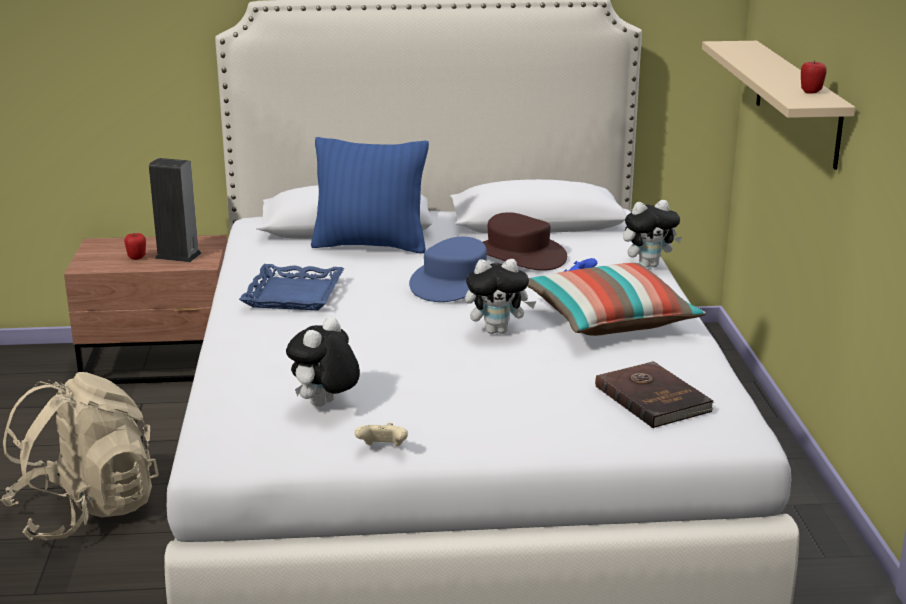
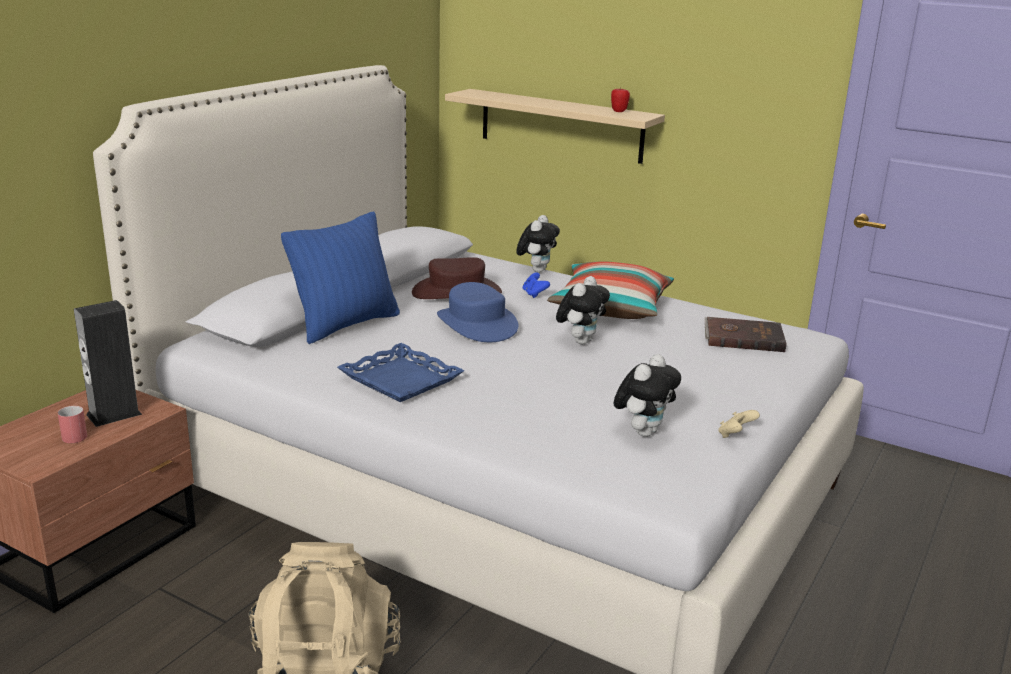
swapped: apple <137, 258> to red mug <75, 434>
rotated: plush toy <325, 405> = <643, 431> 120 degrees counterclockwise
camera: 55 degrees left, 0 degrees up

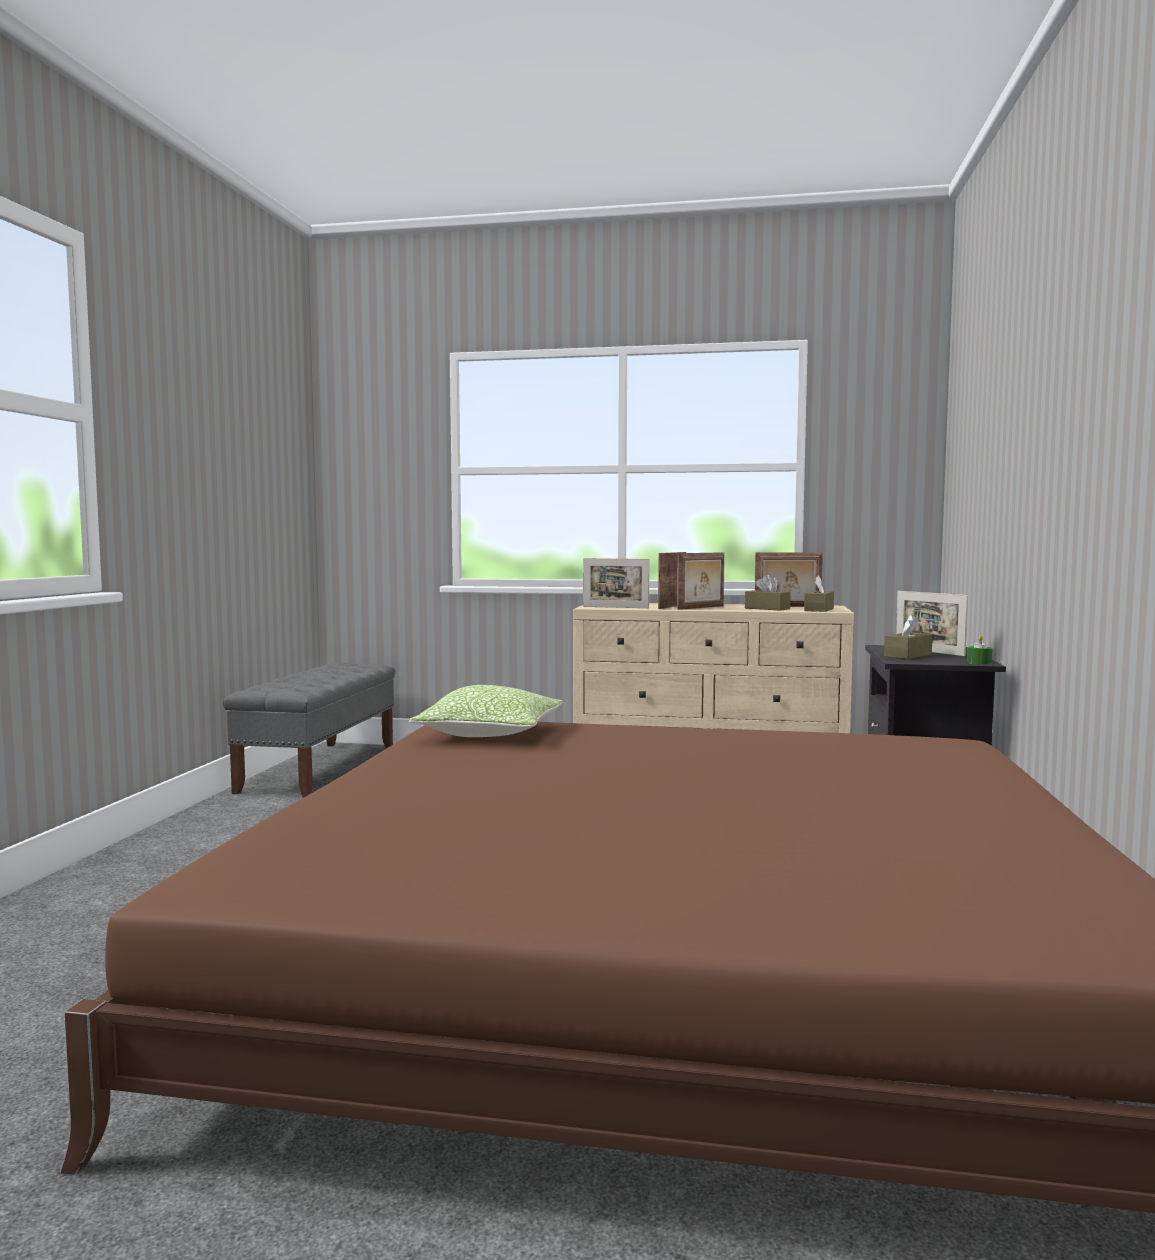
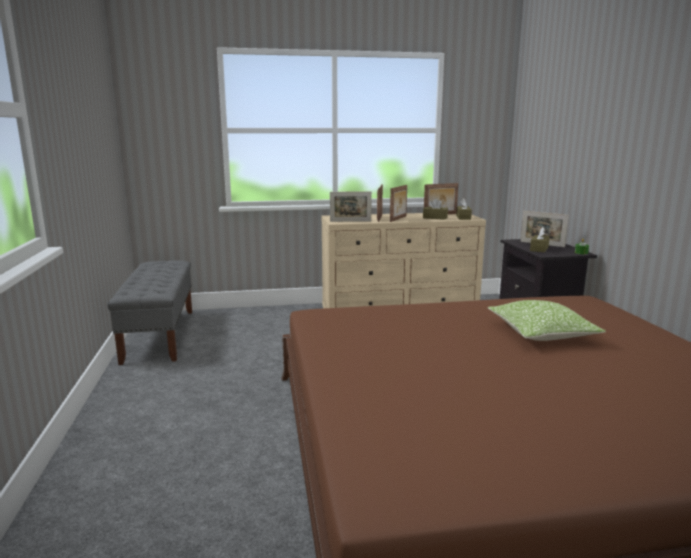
shifted: pillow <490, 733> to <541, 333>
camera: 20 degrees left, 10 degrees up

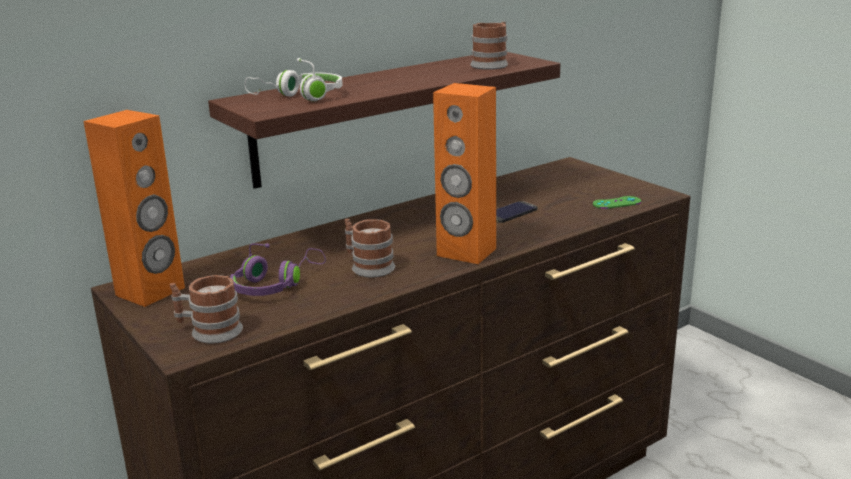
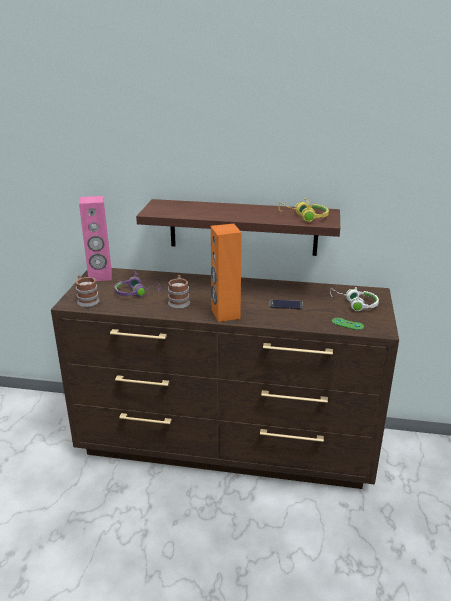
shifted: white headphones <300, 97> to <354, 304>
swapped: mug <492, 64> to yellow headphones <304, 217>
repainted: orange speaker <151, 292> to pink speaker <100, 276>
camera: 45 degrees right, 5 degrees up

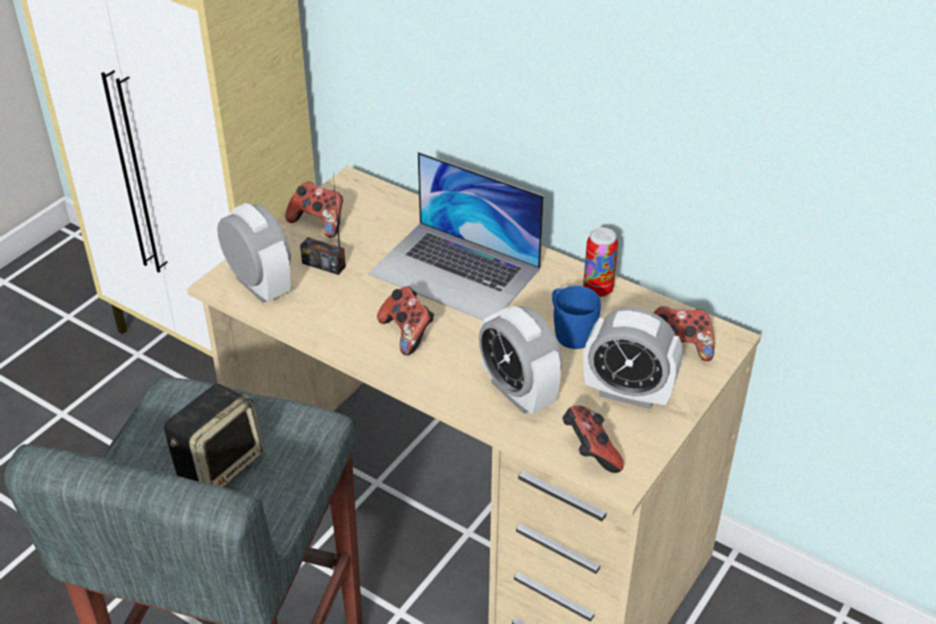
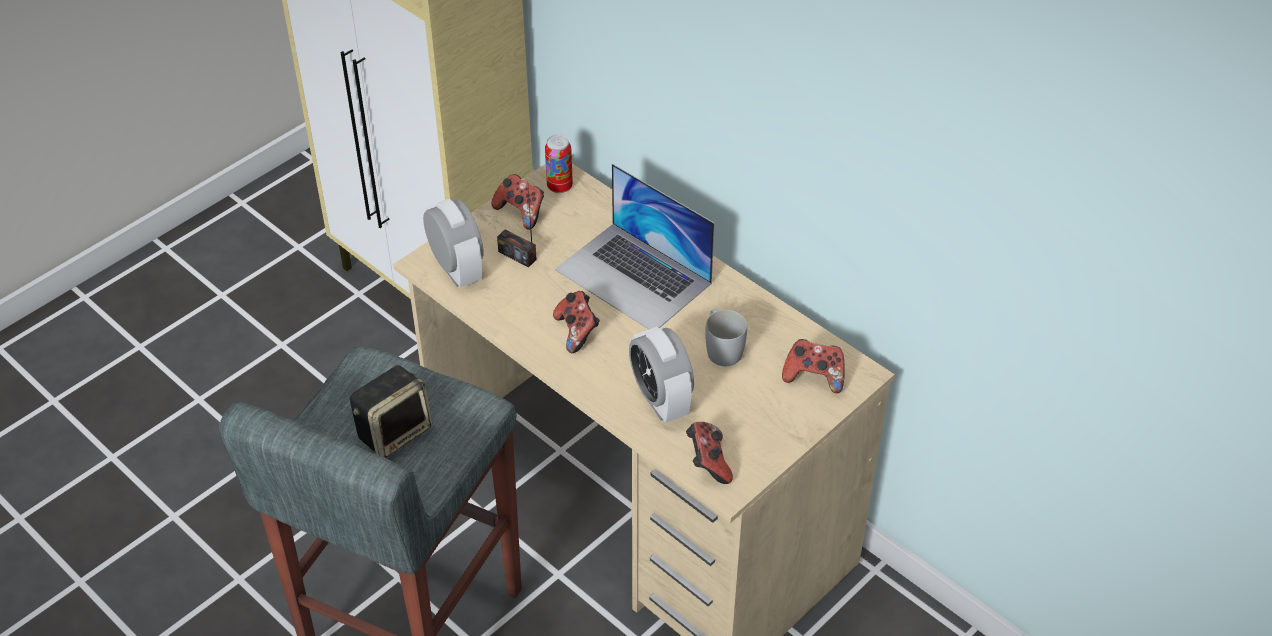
gone: alarm clock <628, 393>
shifted: can <598, 290> to <559, 186>
repainted: blue mug <569, 331> to white mug <721, 348>
camera: 10 degrees right, 5 degrees up

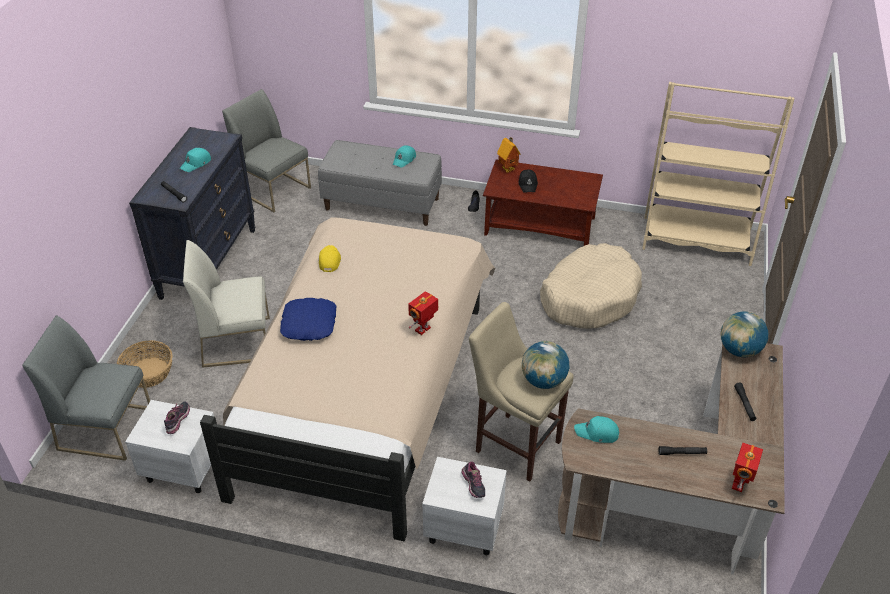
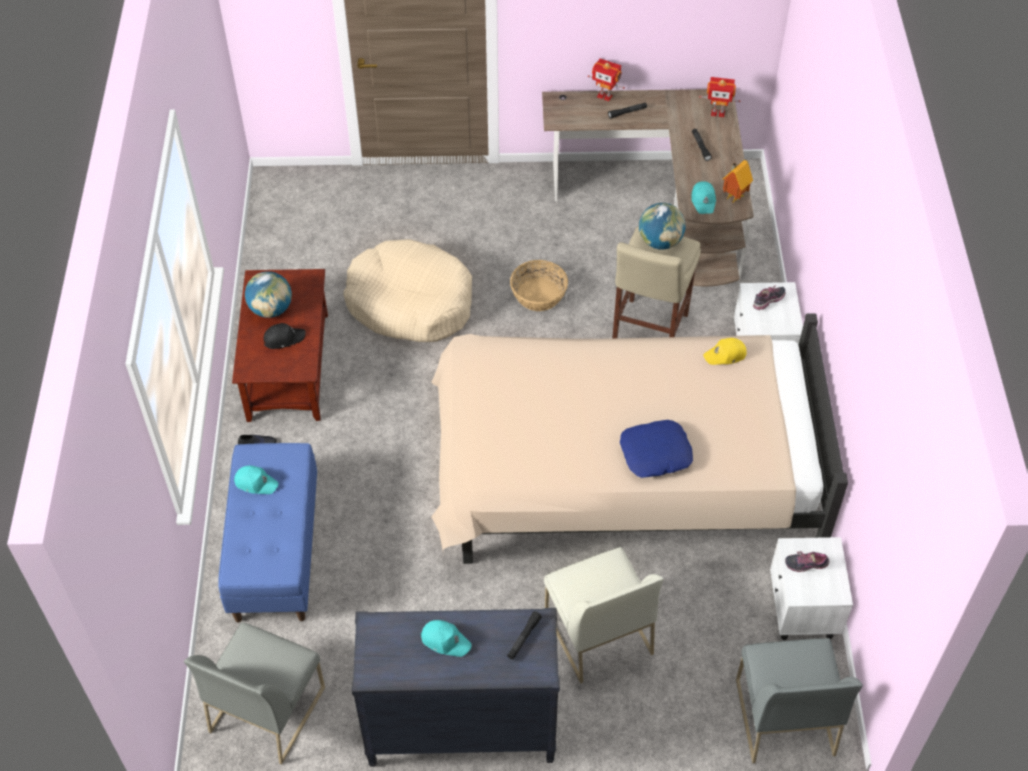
gone: beige bookcase <696, 241>
shifted: basket <148, 372> to <538, 295>; yellow cap <329, 261> to <725, 355>; toy robot <423, 330> to <605, 96>; toy house <508, 169> to <733, 196>; globe <739, 350> to <271, 309>
repainted: grey bench <382, 203> to blue bench <275, 551>
camera: 105 degrees left, 10 degrees up

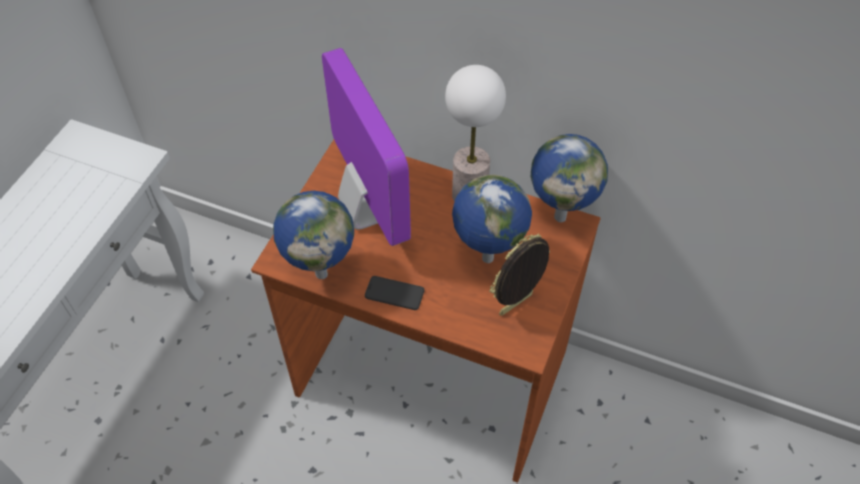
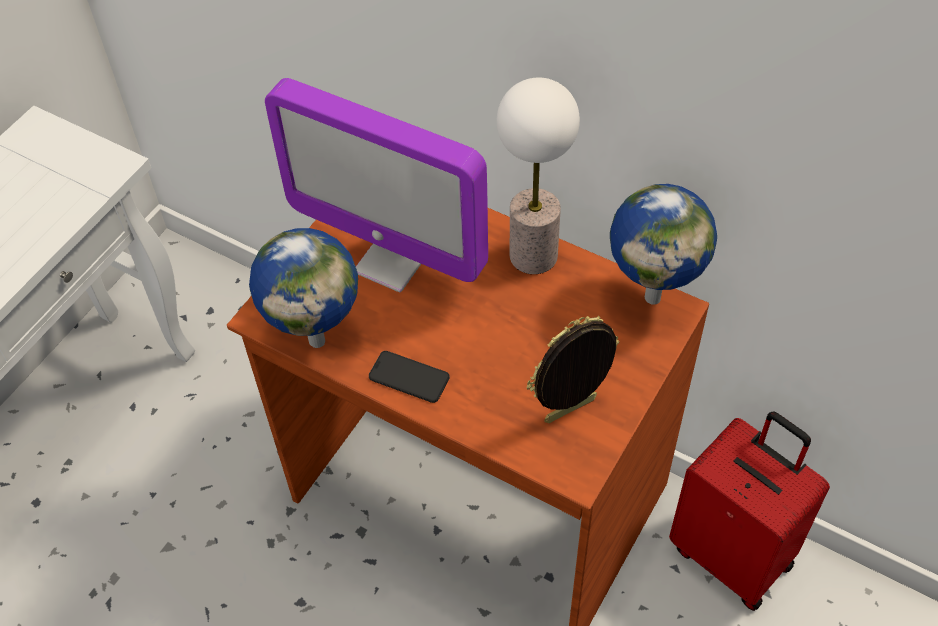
gone: globe <486, 258>
new: red suitcase <733, 554>
rotated: monitor <367, 210> = <392, 261> 135 degrees clockwise
camera: 10 degrees right, 0 degrees up

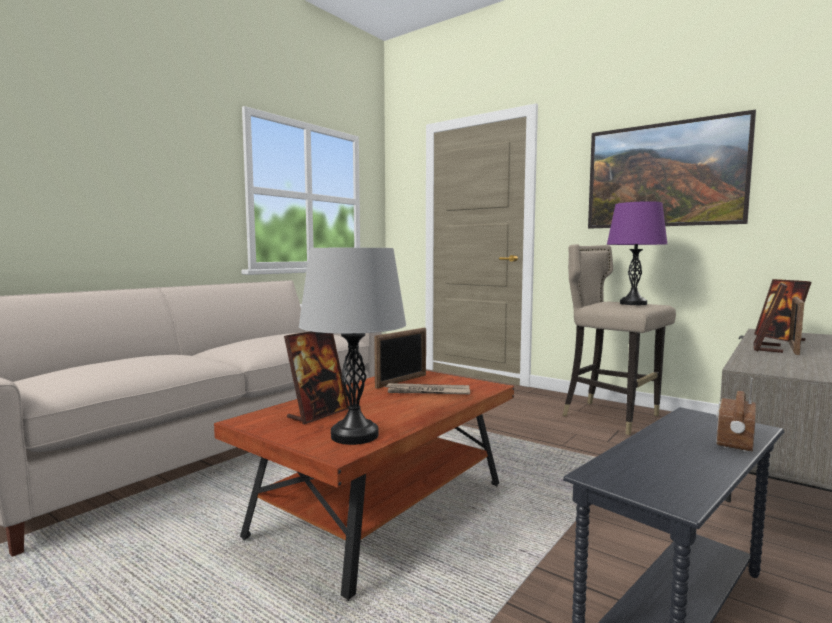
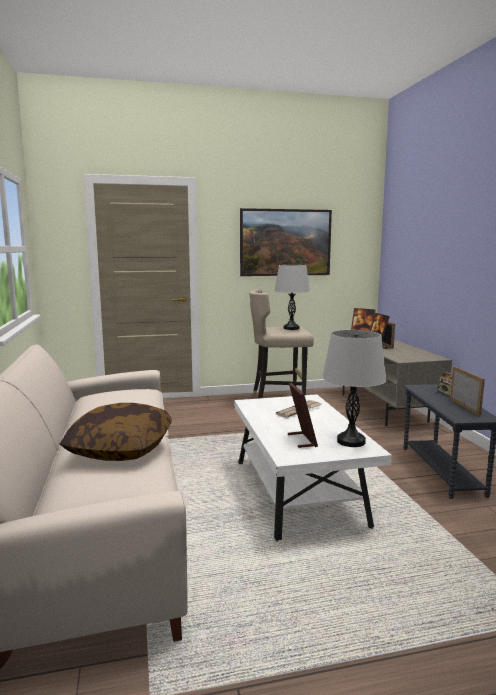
new: pillow <120, 448>
shifted: picture frame <402, 381> to <465, 407>
repainted: brown coffee table <383, 511> to white coffee table <298, 493>; purple table lamp <633, 304> to grey table lamp <291, 328>
camera: 50 degrees left, 5 degrees up

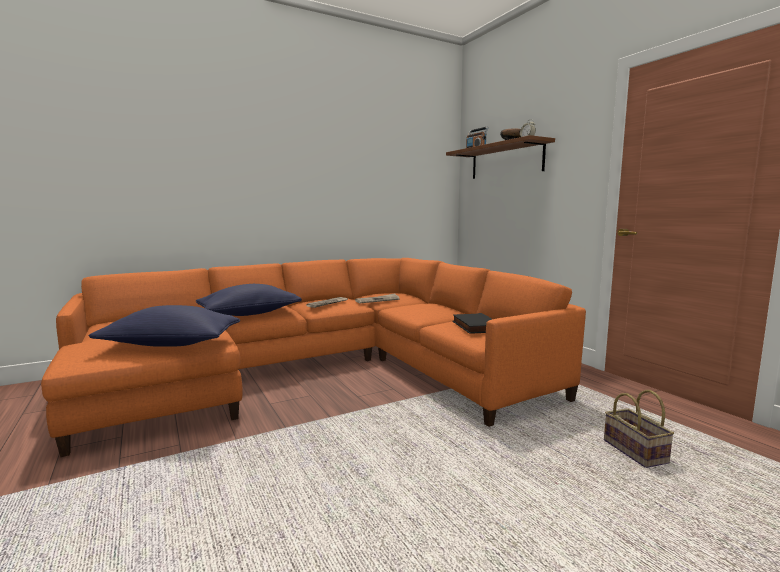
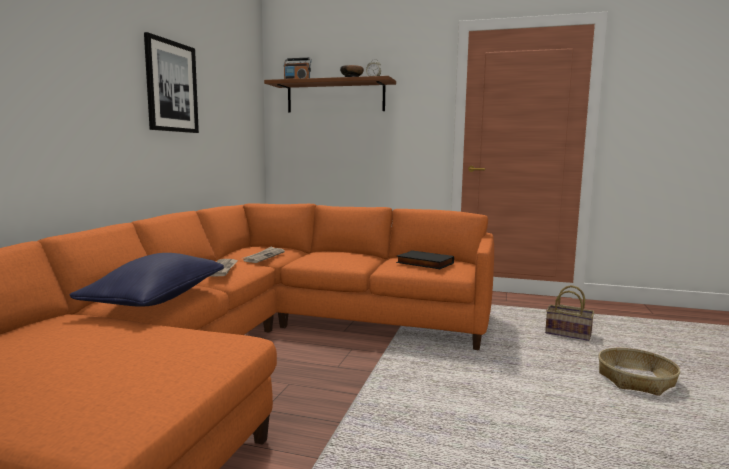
gone: blue pillow <171, 345>
new: picture <171, 86>; basket <636, 380>
camera: 45 degrees left, 0 degrees up

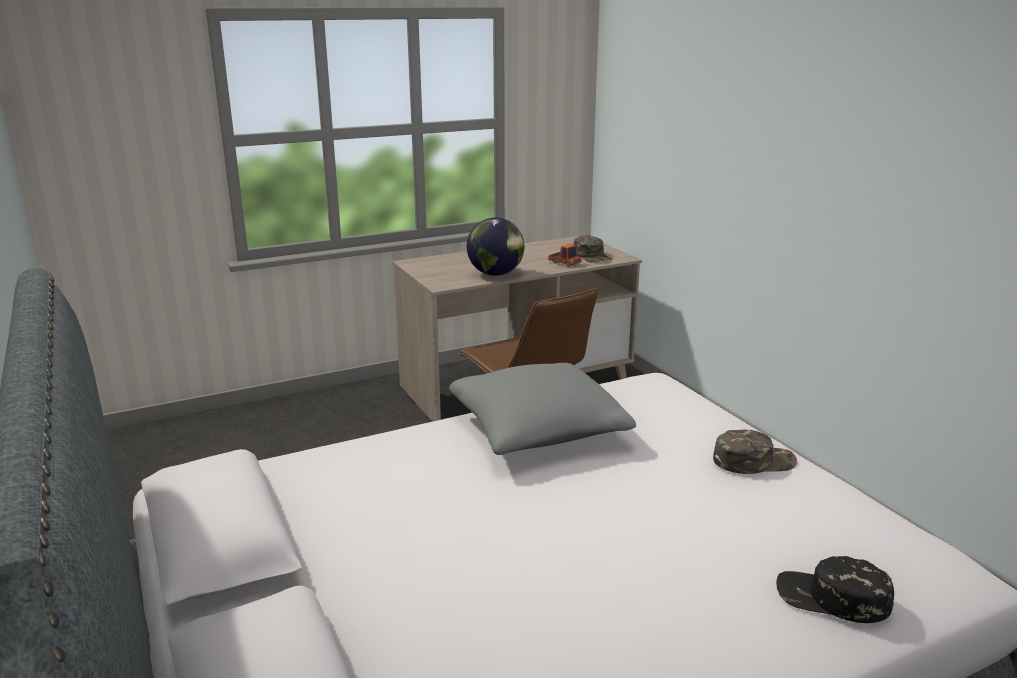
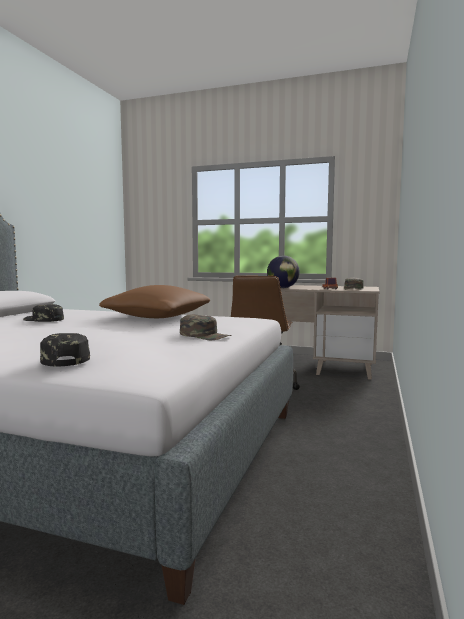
new: black cap <43, 320>
repainted: grey pillow <537, 429> to brown pillow <157, 317>
camera: 45 degrees right, 15 degrees down

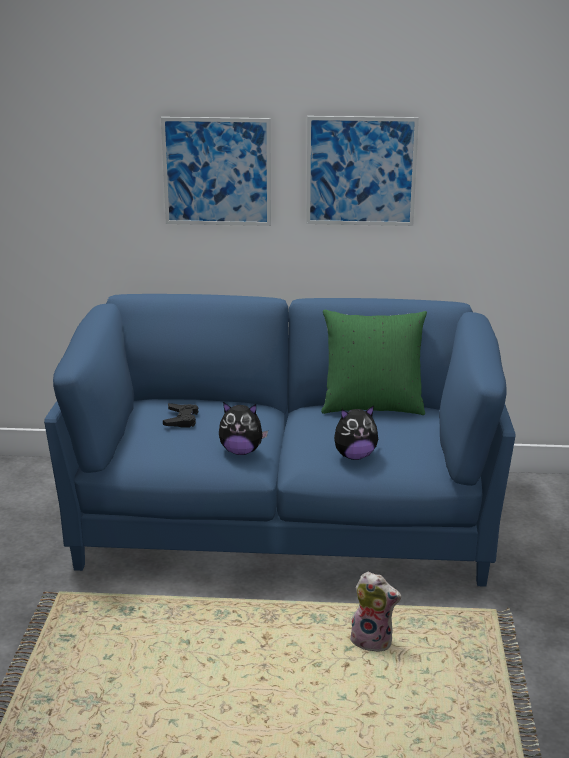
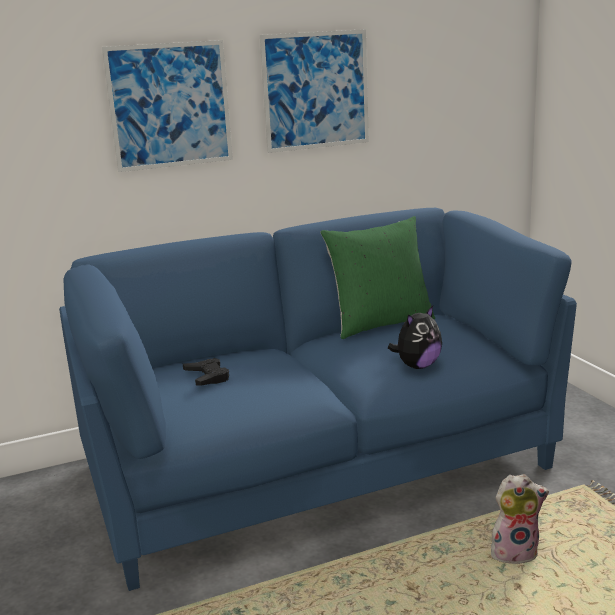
gone: plush toy <241, 451>
camera: 25 degrees left, 5 degrees down

